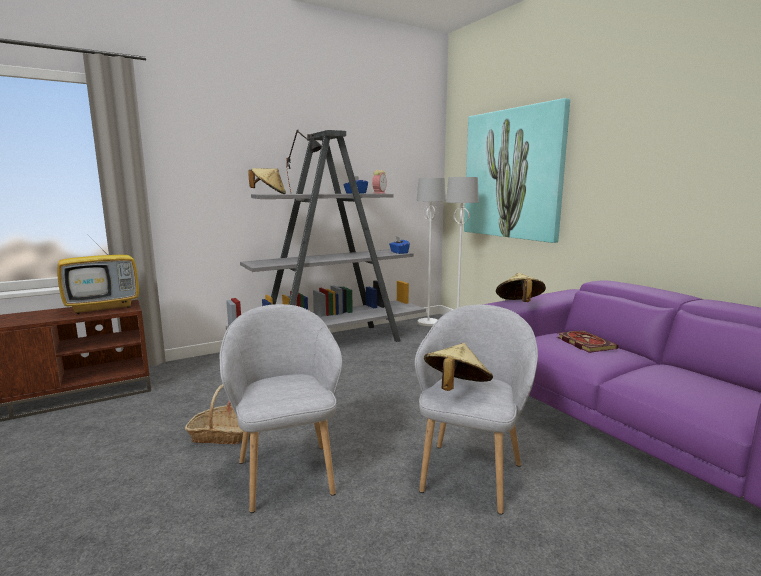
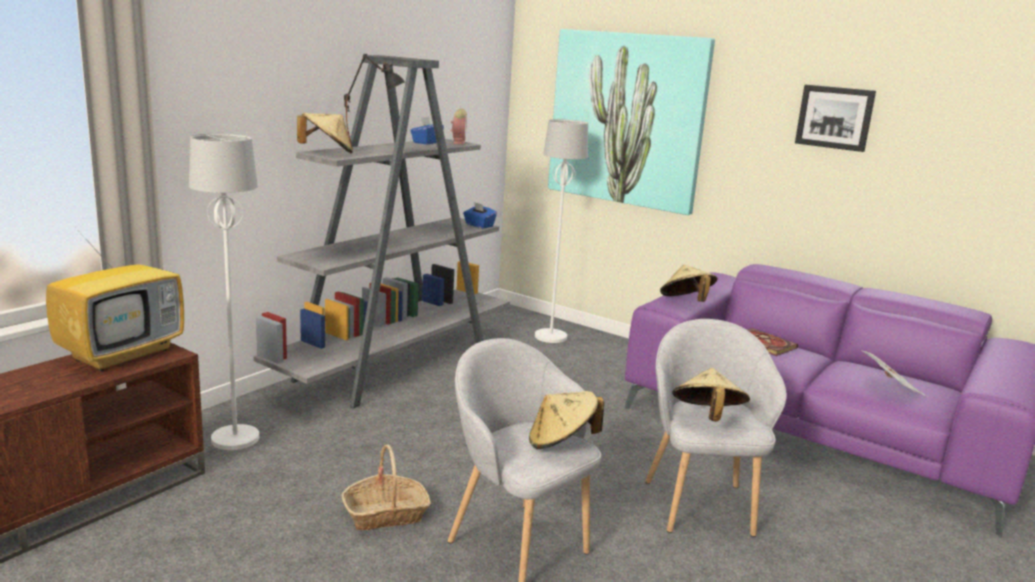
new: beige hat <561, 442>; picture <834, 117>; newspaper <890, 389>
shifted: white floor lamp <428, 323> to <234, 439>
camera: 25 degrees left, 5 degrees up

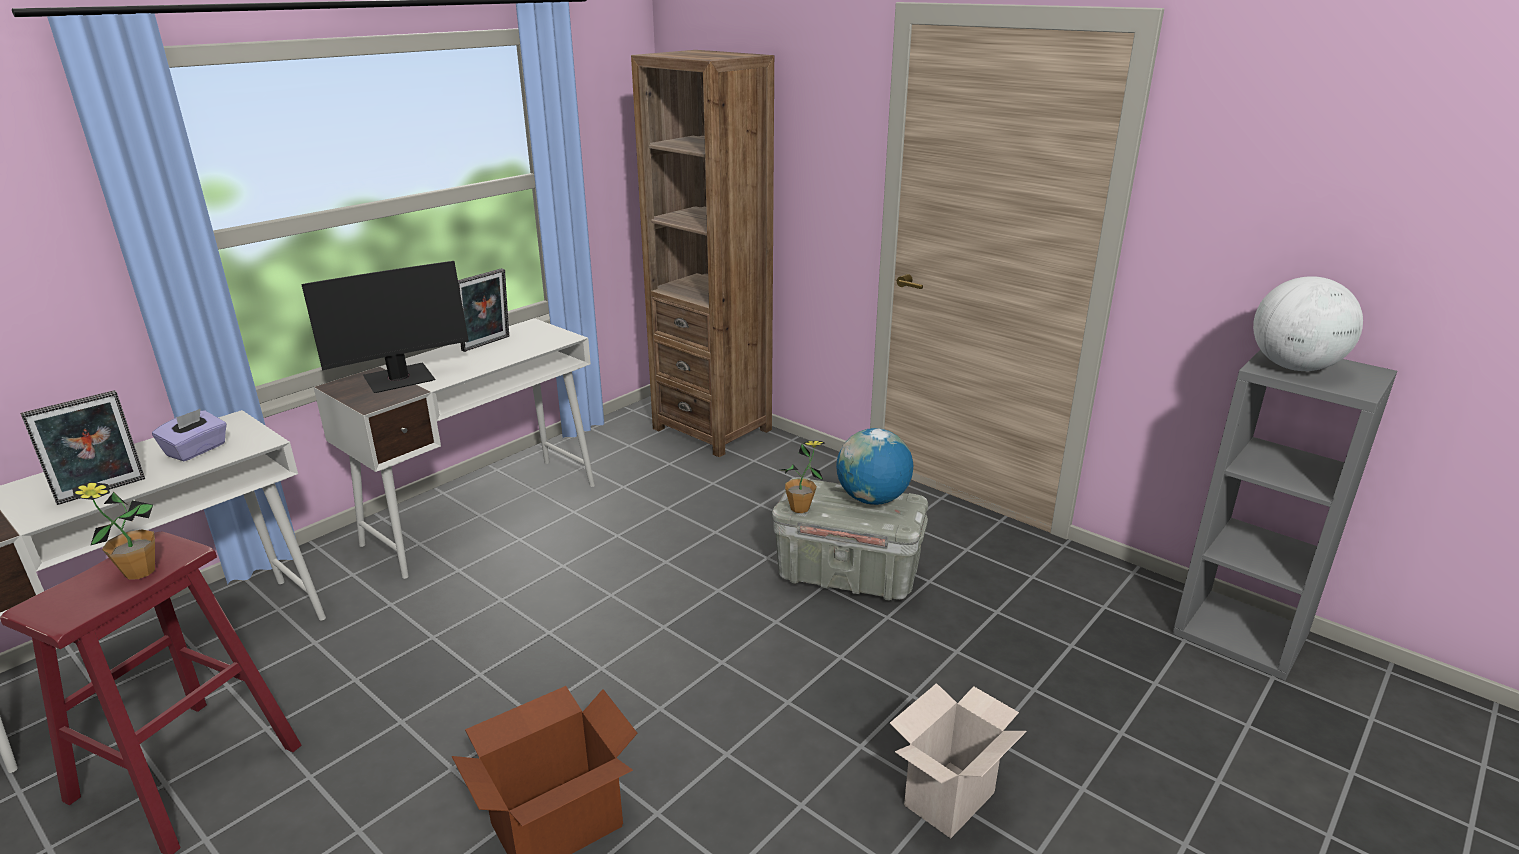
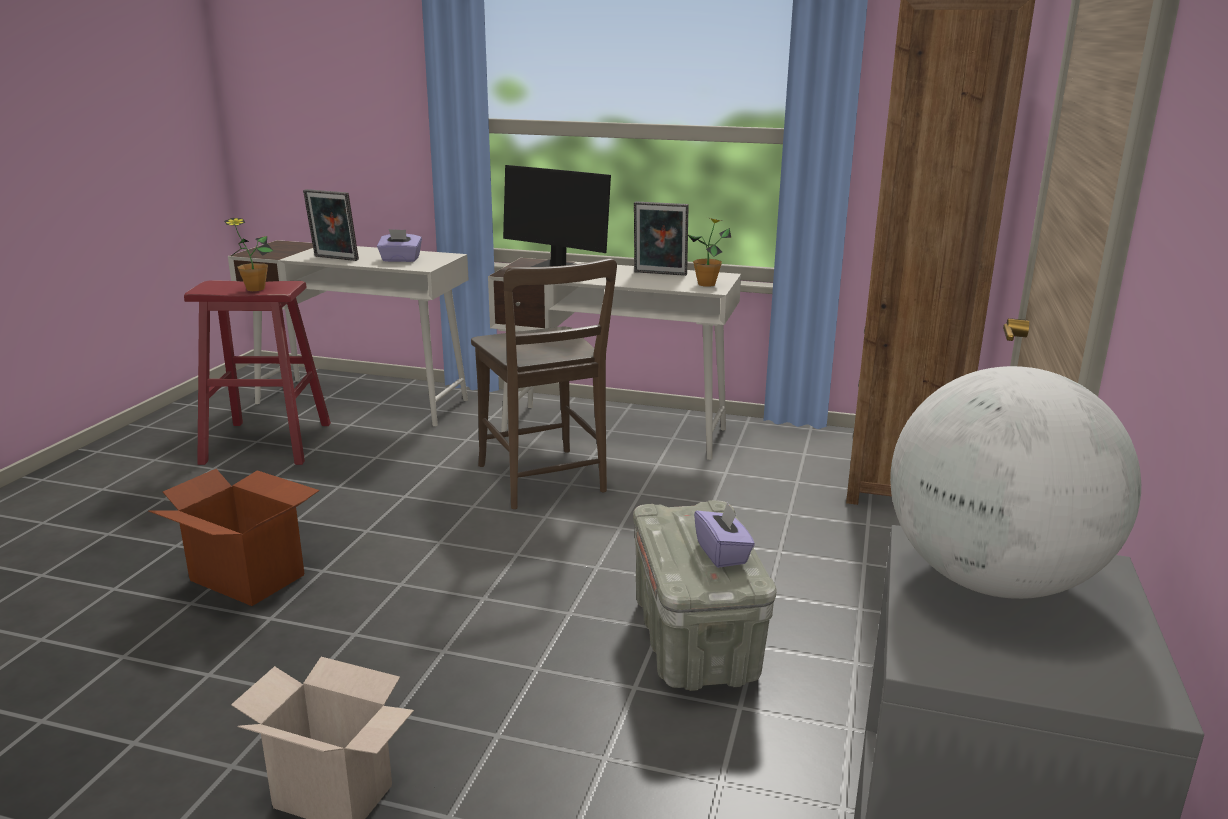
new: brown chair <544, 481>
shifted: potted plant <800, 508> to <706, 284>
swapped: globe <872, 499> to purple tissue box <722, 553>
camera: 65 degrees right, 5 degrees down

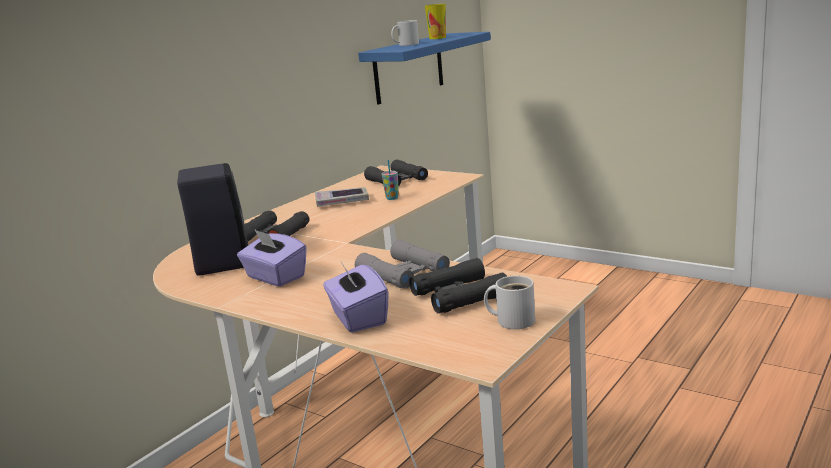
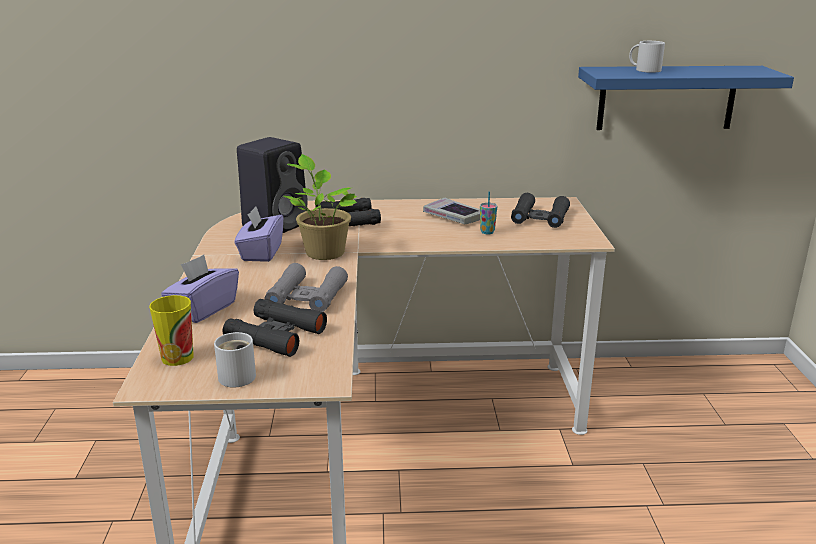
new: potted plant <323, 252>
shifted: cup <437, 38> to <177, 357>
camera: 50 degrees right, 5 degrees up

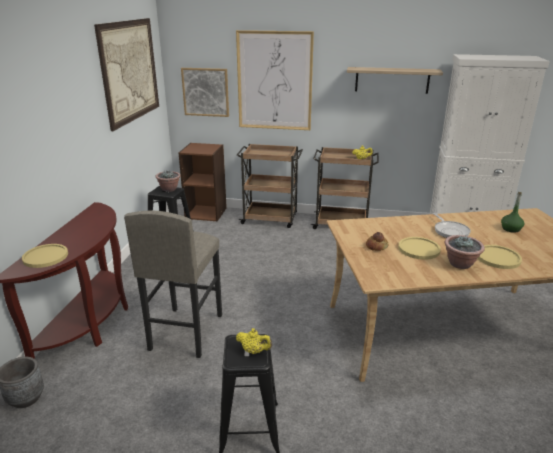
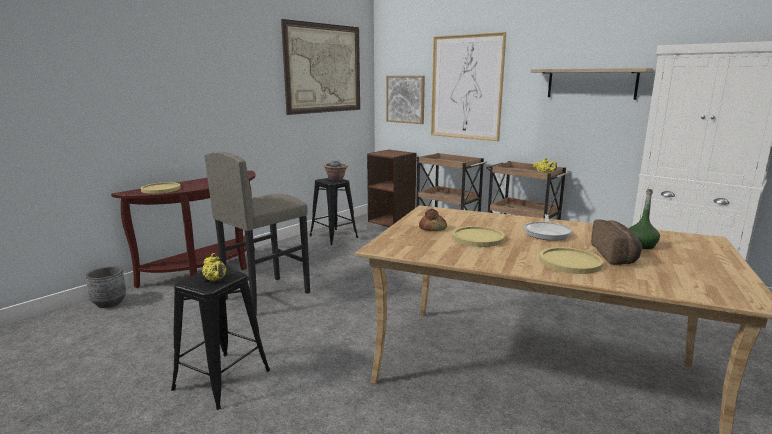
gone: potted plant <460, 264>
new: bread <616, 255>
camera: 30 degrees right, 10 degrees down

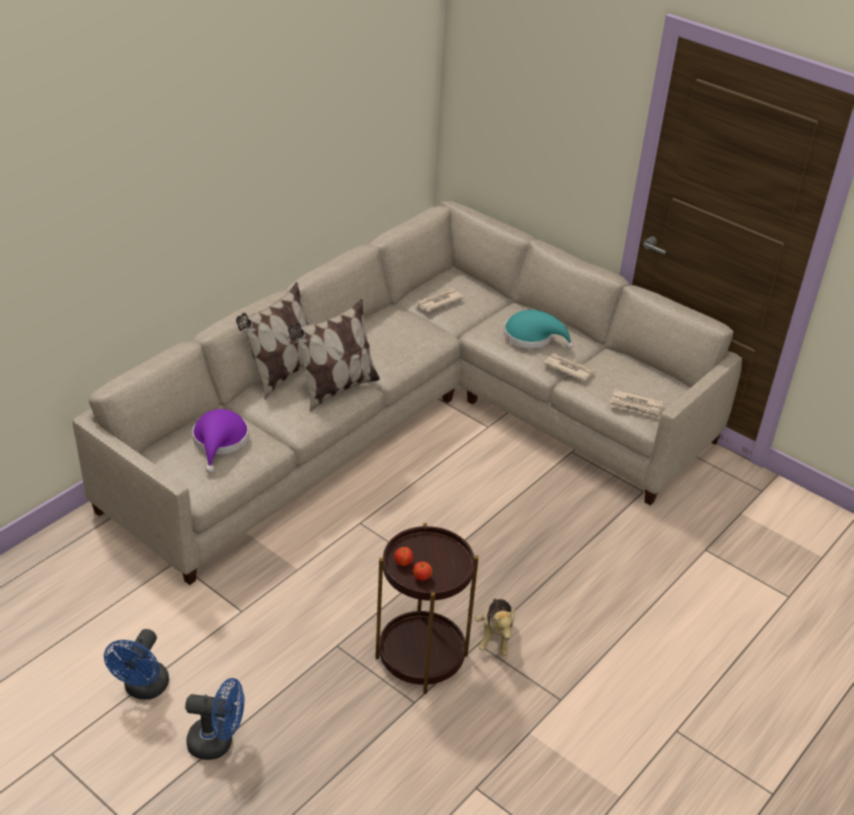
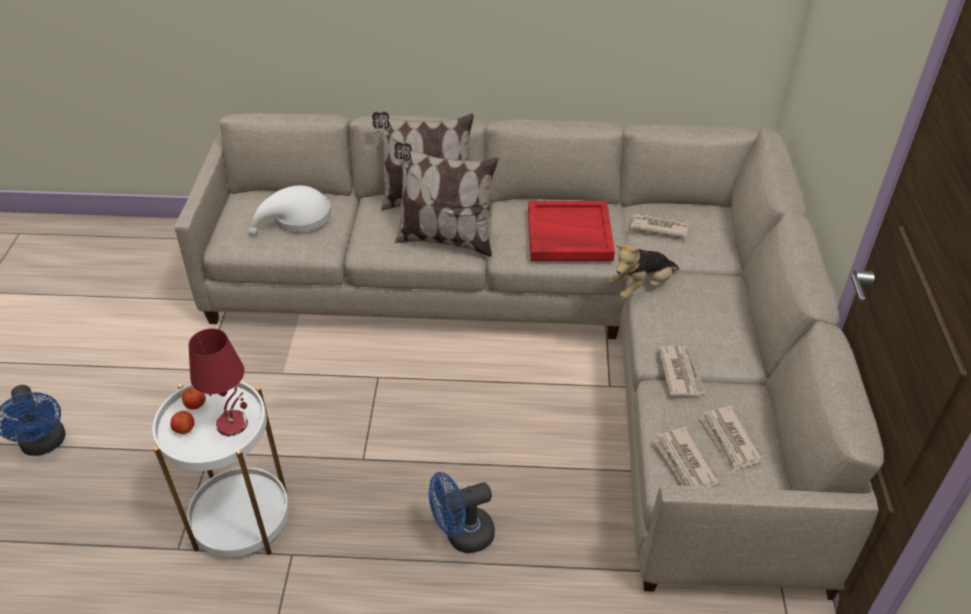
gone: turquoise hat <532, 337>
new: red table lamp <233, 423>; red tray <568, 235>; newspaper <730, 440>
shifted: blue fan <143, 689> to <462, 536>; plush toy <495, 636> to <641, 287>
repainted: purple hat <220, 442> to white hat <297, 219>; brown side table <421, 656> to white side table <241, 519>
camera: 55 degrees right, 5 degrees up

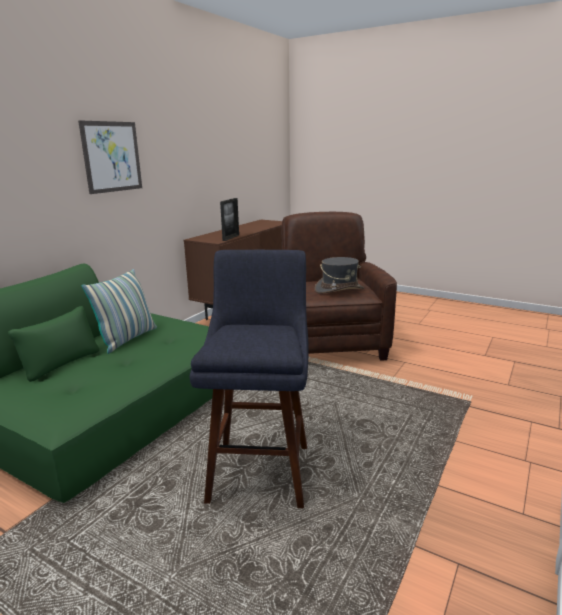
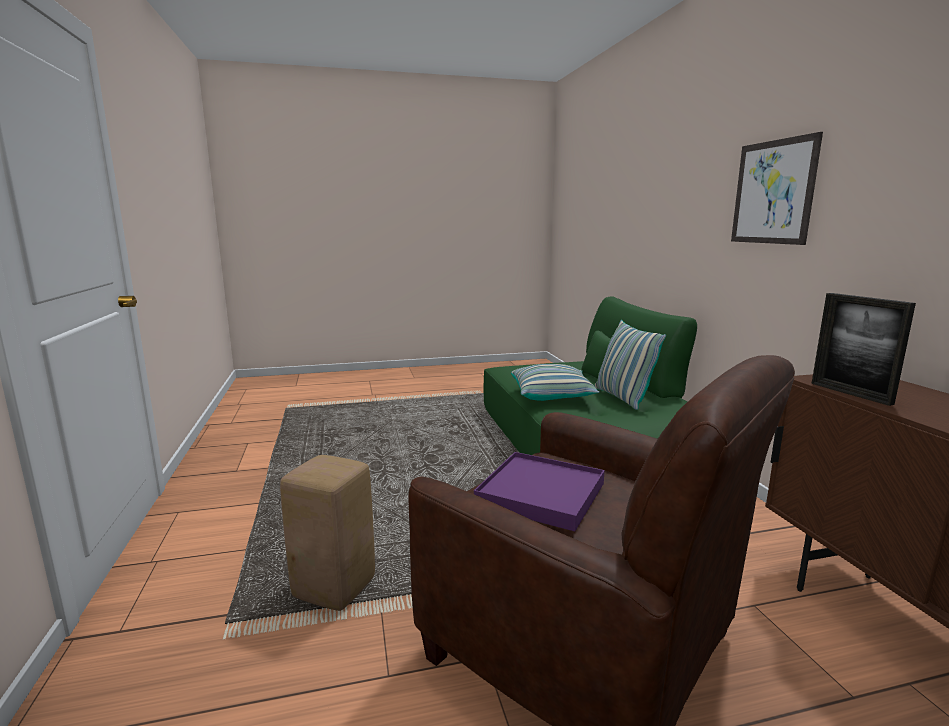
gone: blue stool <261, 467>
new: beige stool <332, 589>; pillow <552, 395>
swapped: grey hat <339, 289> to purple tray <541, 494>
camera: 135 degrees right, 5 degrees down

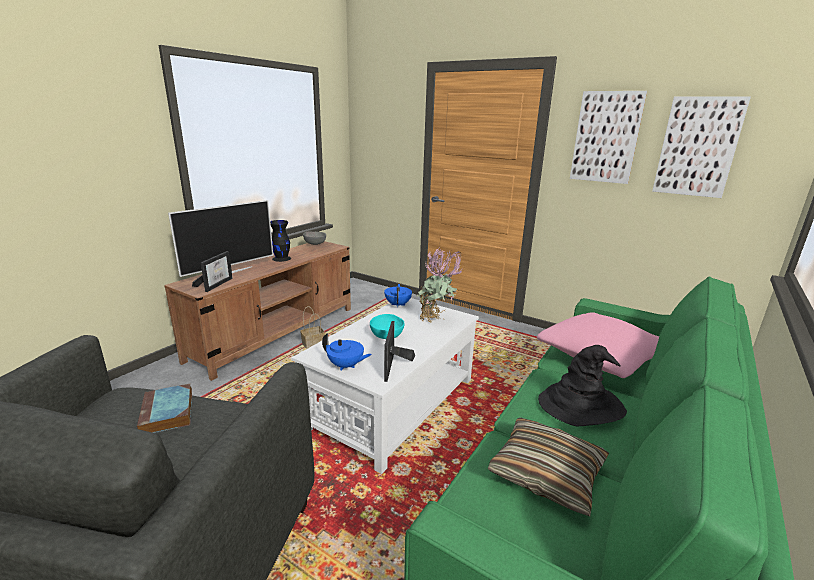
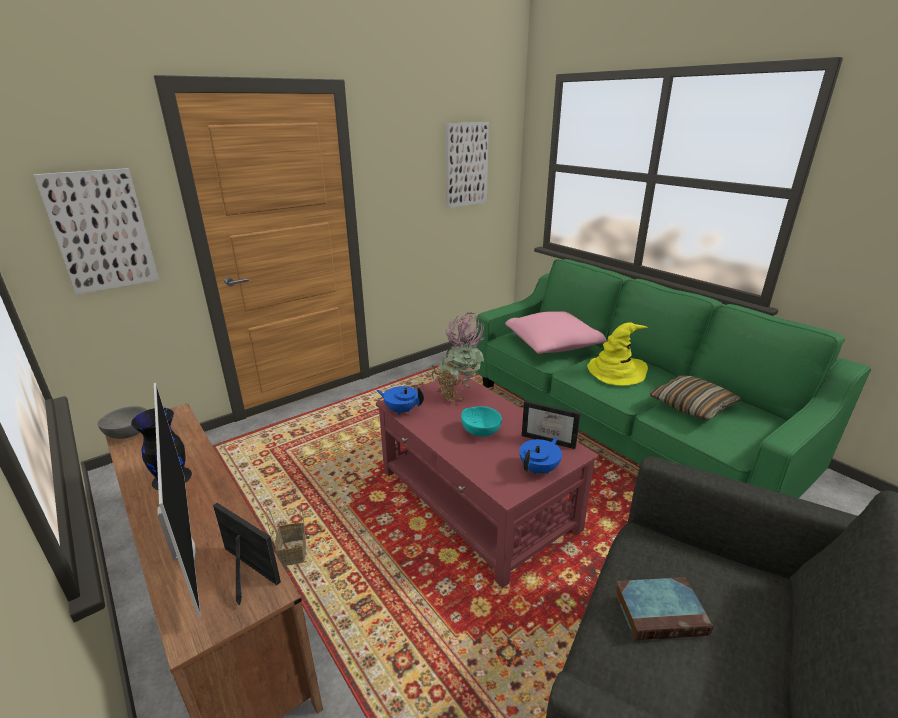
shifted: picture <606, 137> to <101, 231>
repainted: white coffee table <392, 404> to red coffee table <476, 500>; black hat <580, 405> to yellow hat <616, 371>
camera: 70 degrees left, 5 degrees up

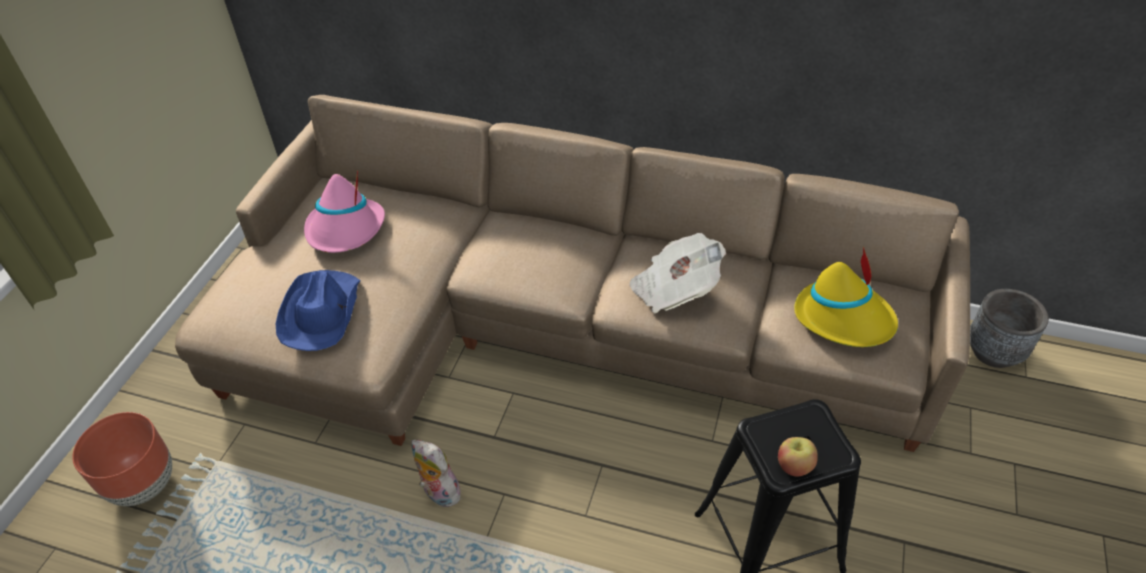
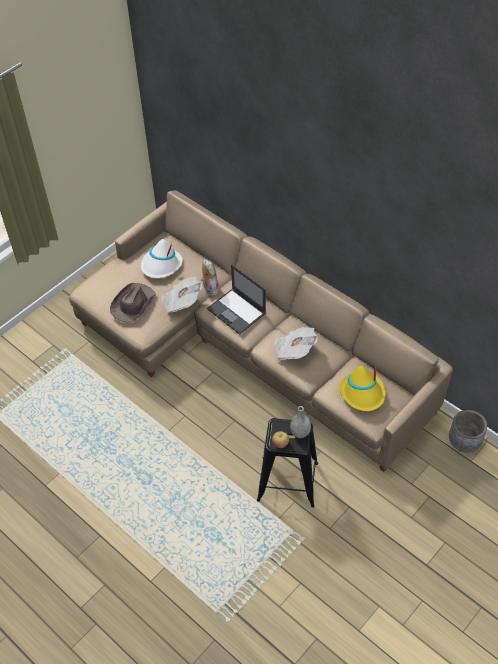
gone: brown planter <145, 484>
new: newspaper <181, 302>; laptop <237, 311>; grey vase <300, 433>
shifted: plush toy <438, 492> to <209, 288>
repainted: blue hat <321, 312> to brown hat <133, 304>; pink hat <346, 230> to white hat <161, 265>
camera: 25 degrees right, 5 degrees up

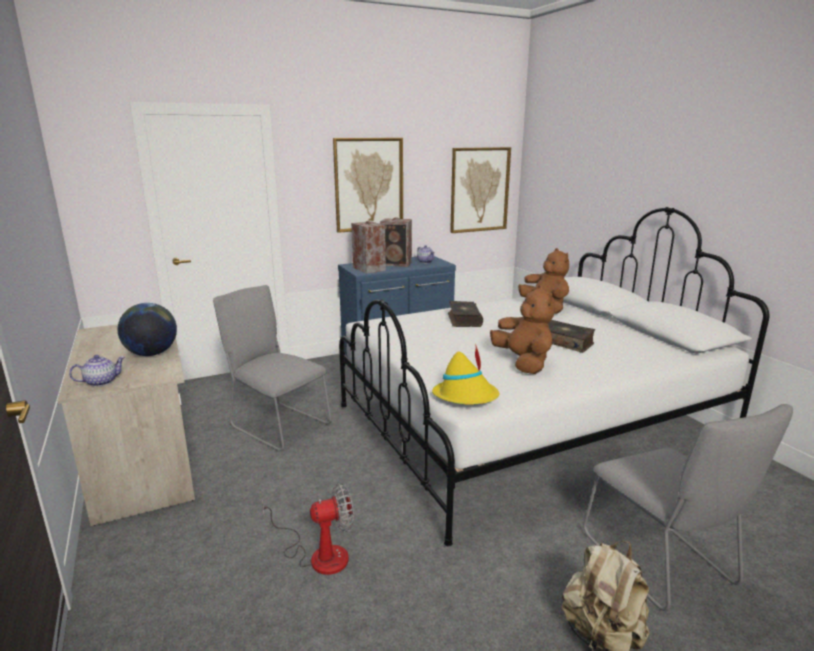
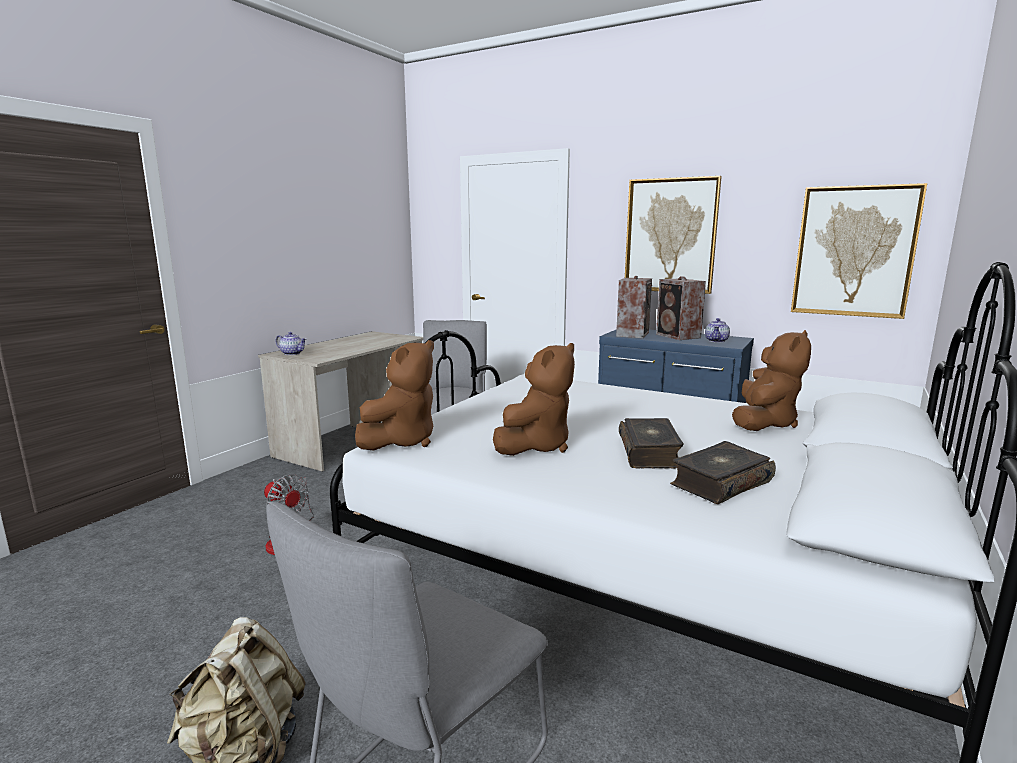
gone: globe <151, 354>
shifted: book <463, 320> to <719, 483>
swapped: yellow hat <466, 397> to brown plush toy <402, 441>
camera: 55 degrees right, 5 degrees down

